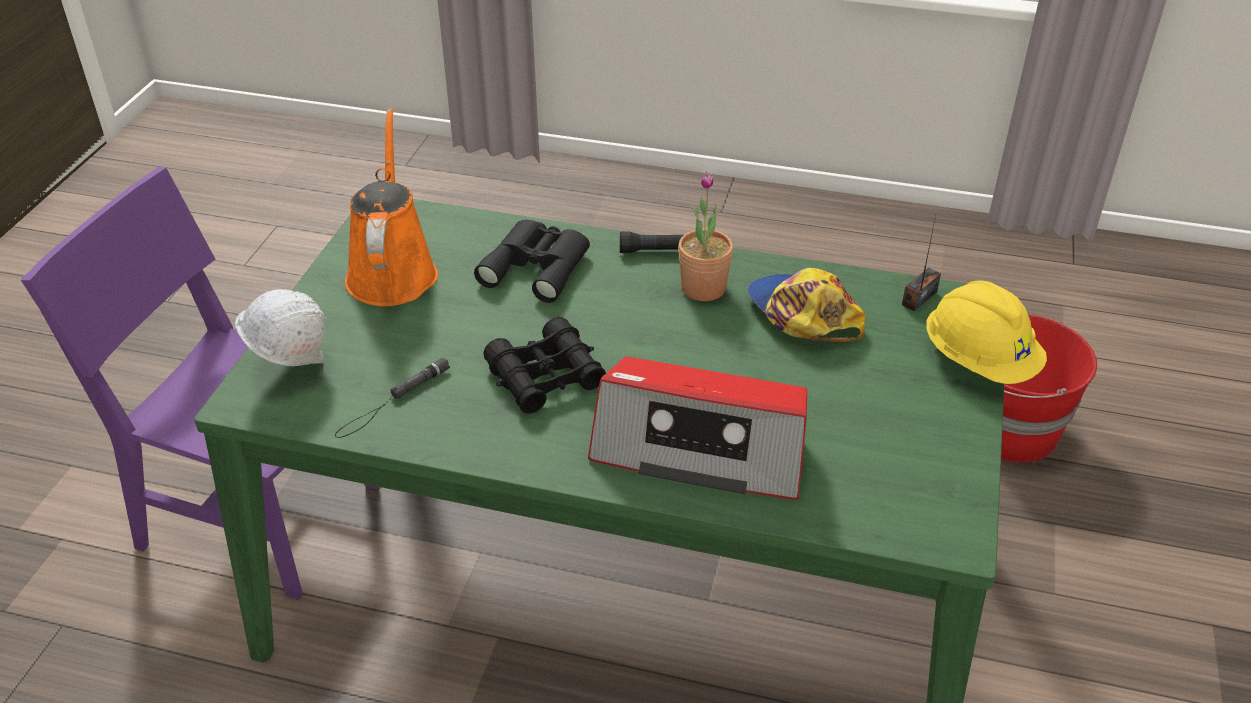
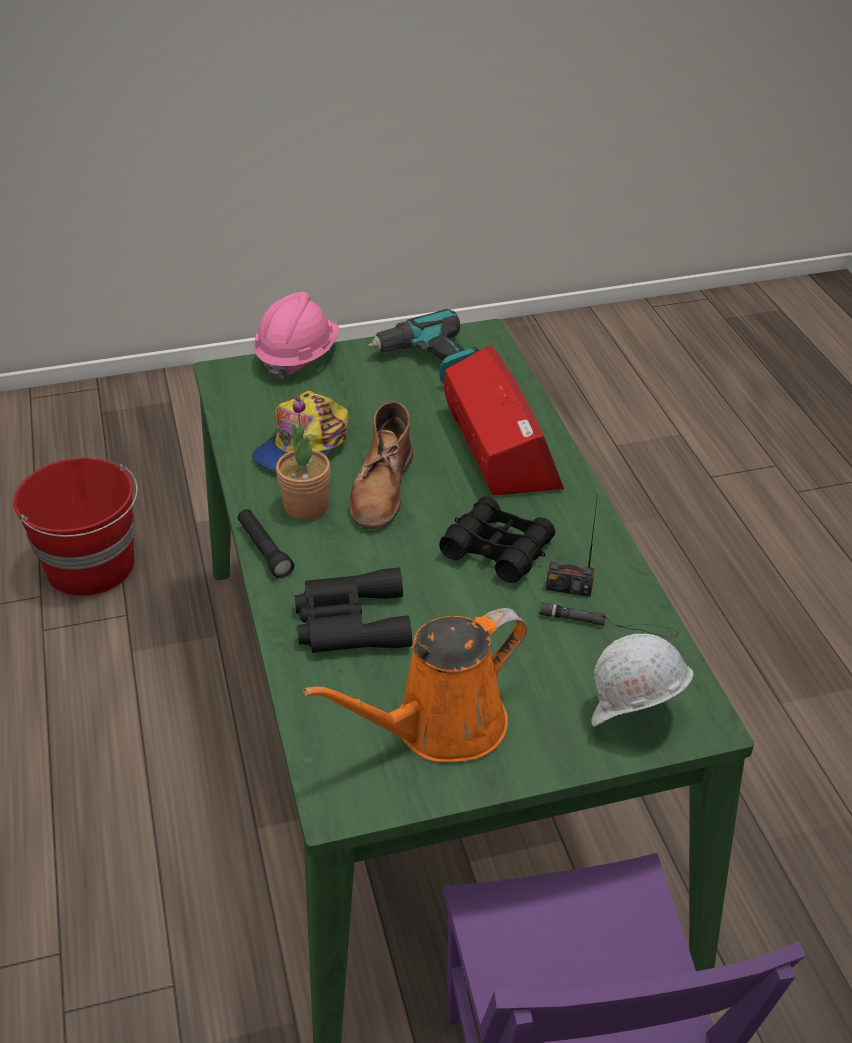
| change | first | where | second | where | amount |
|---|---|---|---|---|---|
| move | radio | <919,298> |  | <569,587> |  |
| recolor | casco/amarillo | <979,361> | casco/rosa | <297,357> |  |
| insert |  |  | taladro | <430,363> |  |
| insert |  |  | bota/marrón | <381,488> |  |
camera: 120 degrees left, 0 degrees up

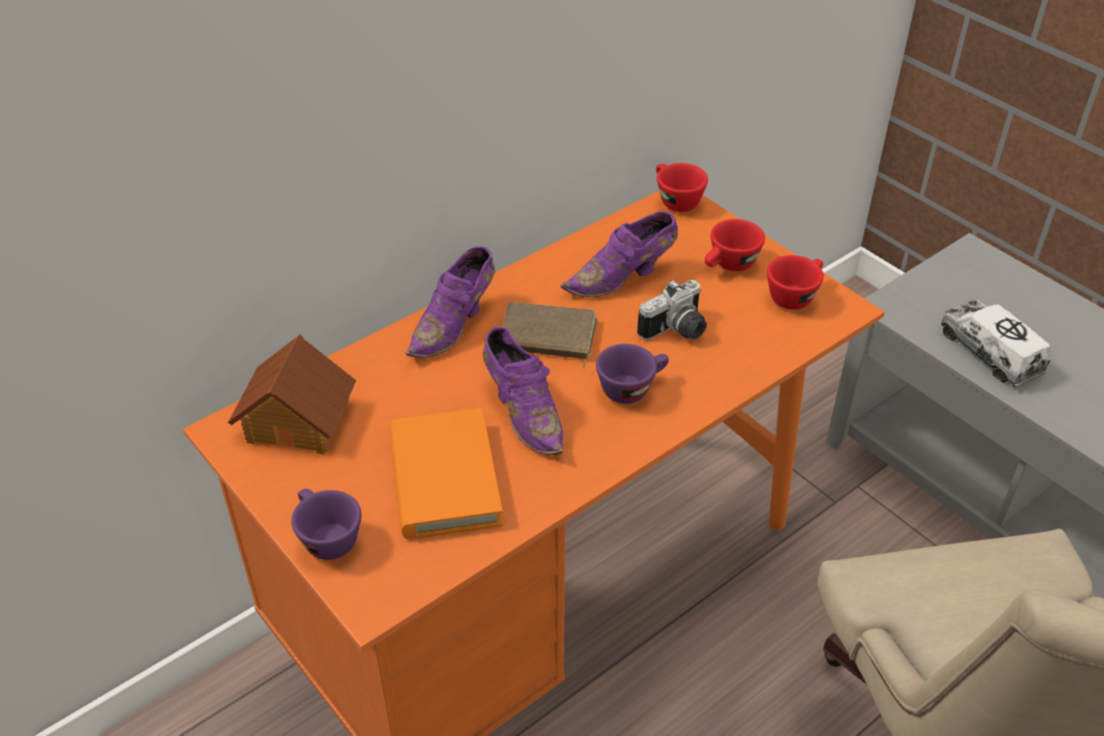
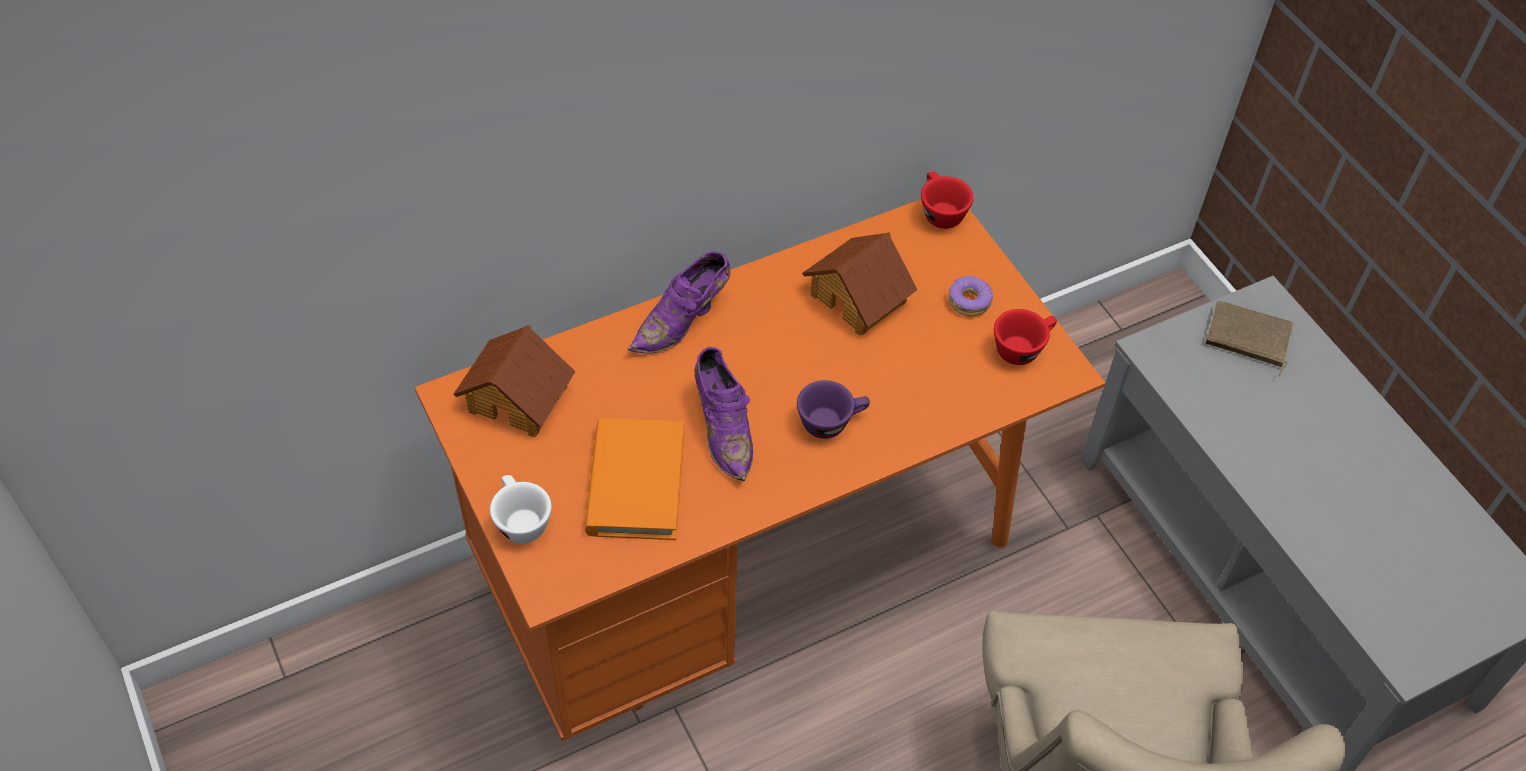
| change | first | where | second | where | amount |
|---|---|---|---|---|---|
| replace | zapato/morado | <623,278> | casita | <859,297> |  |
| replace | taza/rojo | <729,265> | rosquilla | <969,301> |  |
| delete | cámara | <677,331> |  |  |  |
| delete | camión de juguete | <990,353> |  |  |  |
| move | libro/marrón | <547,338> |  | <1247,339> |  |
| recolor | taza/morado | <325,537> | taza/blanco | <520,520> |  |
camera: 10 degrees right, 10 degrees up

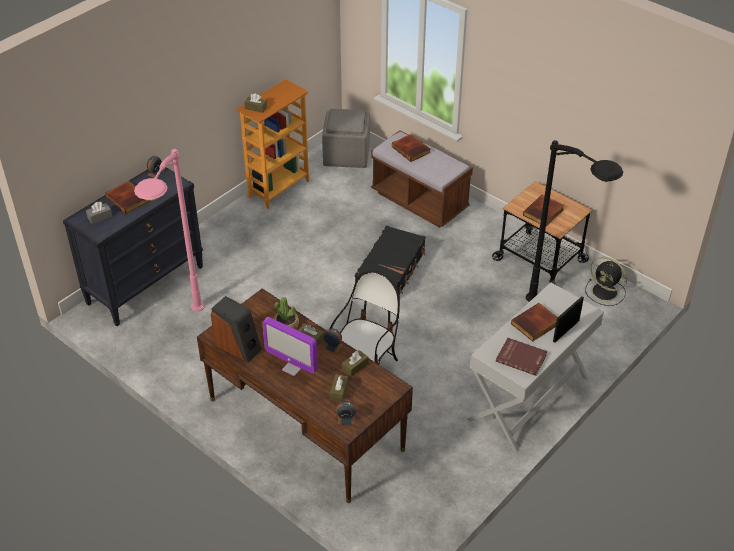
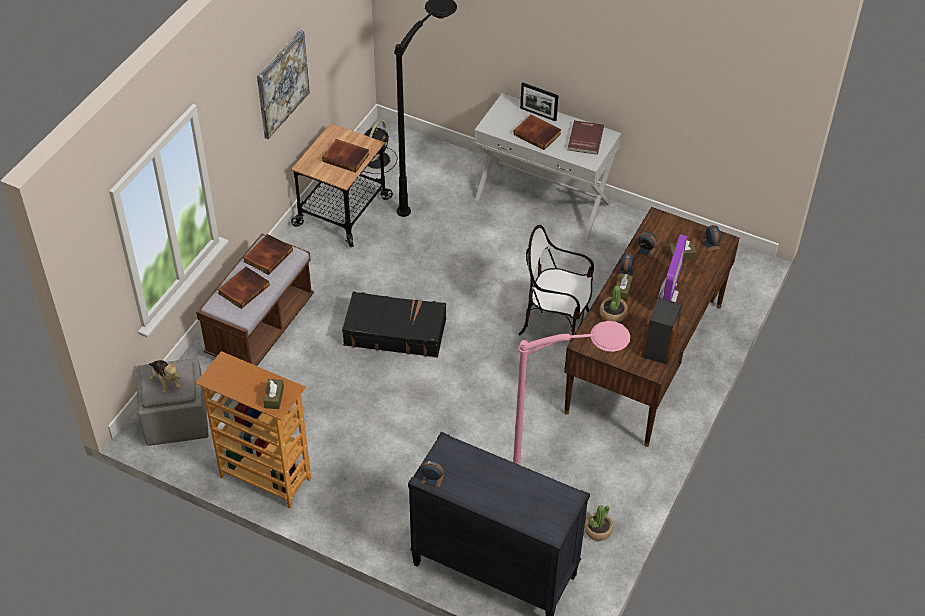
| change | first | where | second | where | amount |
|---|---|---|---|---|---|
| move | libro | <128,199> |  | <267,255> |  |
| delete | caja de pañuelos/gris | <99,217> |  |  |  |
| replace | caja de pañuelos/marrón | <355,366> | despertador | <645,250> |  |
| insert |  |  | cuadro | <282,83> |  |
| insert |  |  | peluche | <165,382> |  |
| insert |  |  | planta en maceta | <598,530> |  |
camera: 105 degrees left, 5 degrees up

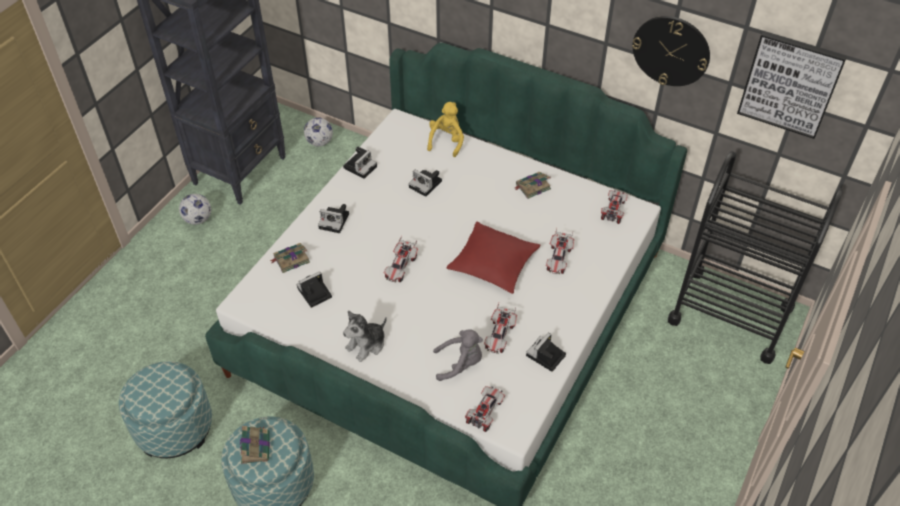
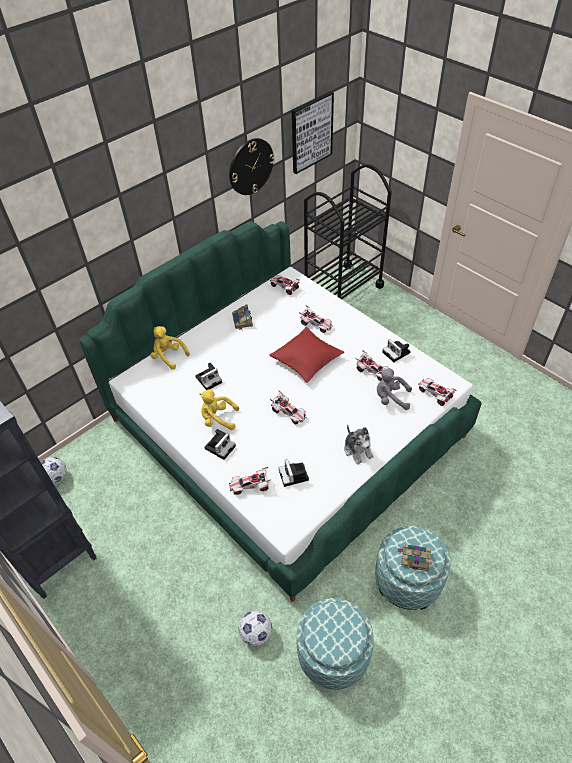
| change | first | where | second | where | amount |
|---|---|---|---|---|---|
| delete | cámara | <360,166> |  |  |  |
| move | balón de fútbol | <198,219> |  | <256,633> |  |
| replace | libro | <291,259> | coche de juguete | <250,486> |  |
| rotate | peluche/gris | <460,364> |  | <391,398> | 90 degrees counterclockwise |
| insert |  |  | peluche/amarillo | <218,419> |  |
camera: 70 degrees left, 0 degrees up

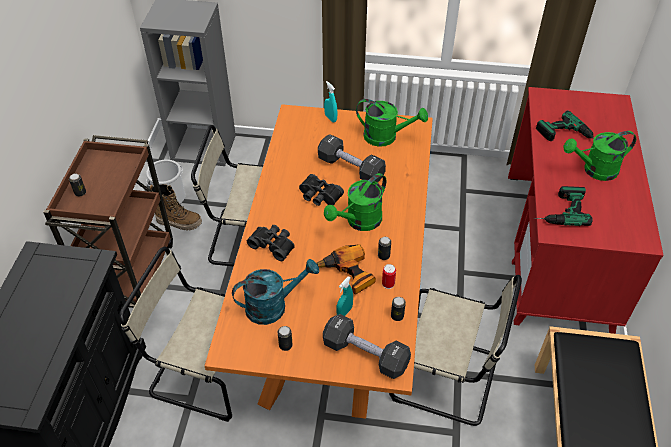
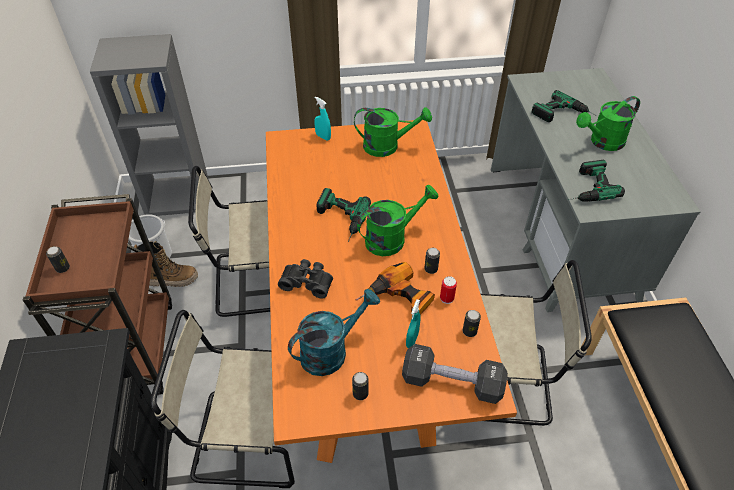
| change | first | where | second | where | amount |
|---|---|---|---|---|---|
| recolor | escritorio/rojo | <558,252> | escritorio/gris | <561,232> |  |
| delete | mancuerna/negro | <351,168> |  |  |  |
| rotate | regadera/verde | <359,222> |  | <392,238> | 150 degrees counterclockwise |
| replace | prismáticos/negro | <319,197> | taladro | <339,220> |  |
camera: 15 degrees left, 0 degrees up

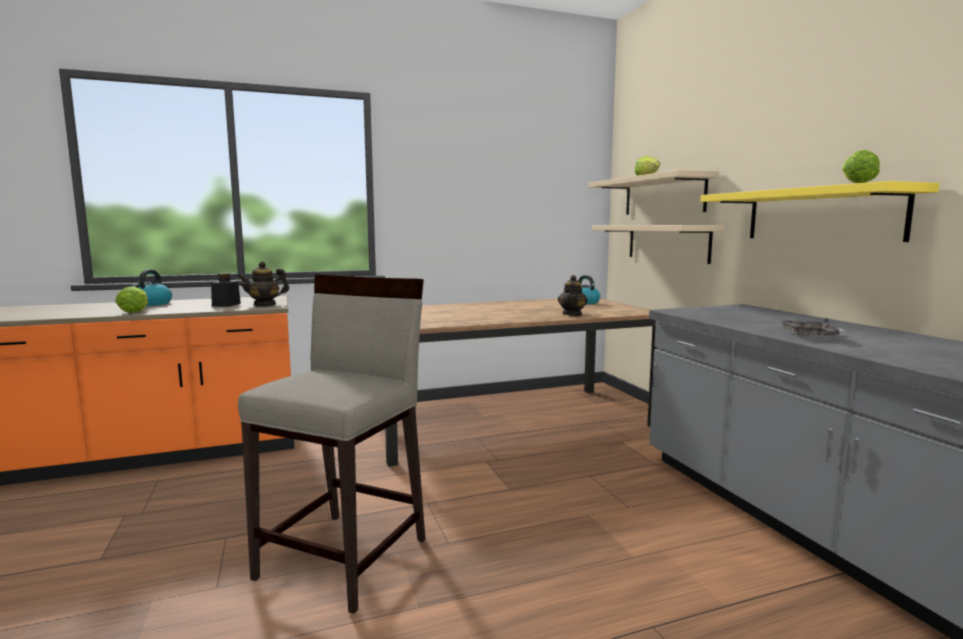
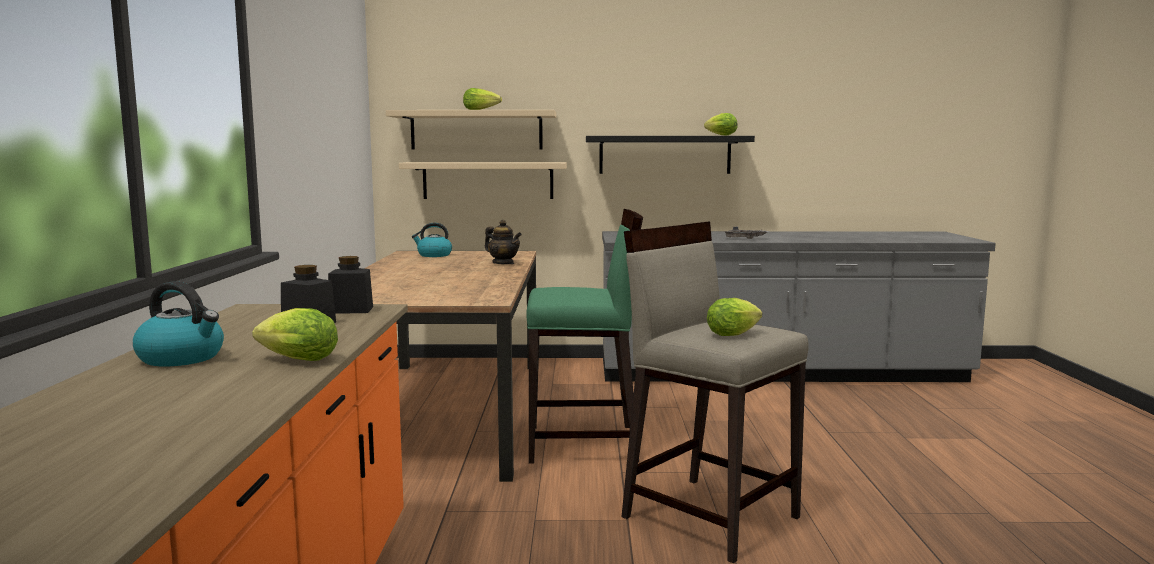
| change | first | where | second | where | amount |
|---|---|---|---|---|---|
| recolor | estante/amarillo | <821,215> | estante/negro | <665,155> |  |
| replace | tetera | <265,305> | tarro/negro | <351,310> |  |
| insert |  |  | taburete/verde | <584,444> |  |
| insert |  |  | lechuga | <735,334> |  |
camera: 70 degrees left, 0 degrees up

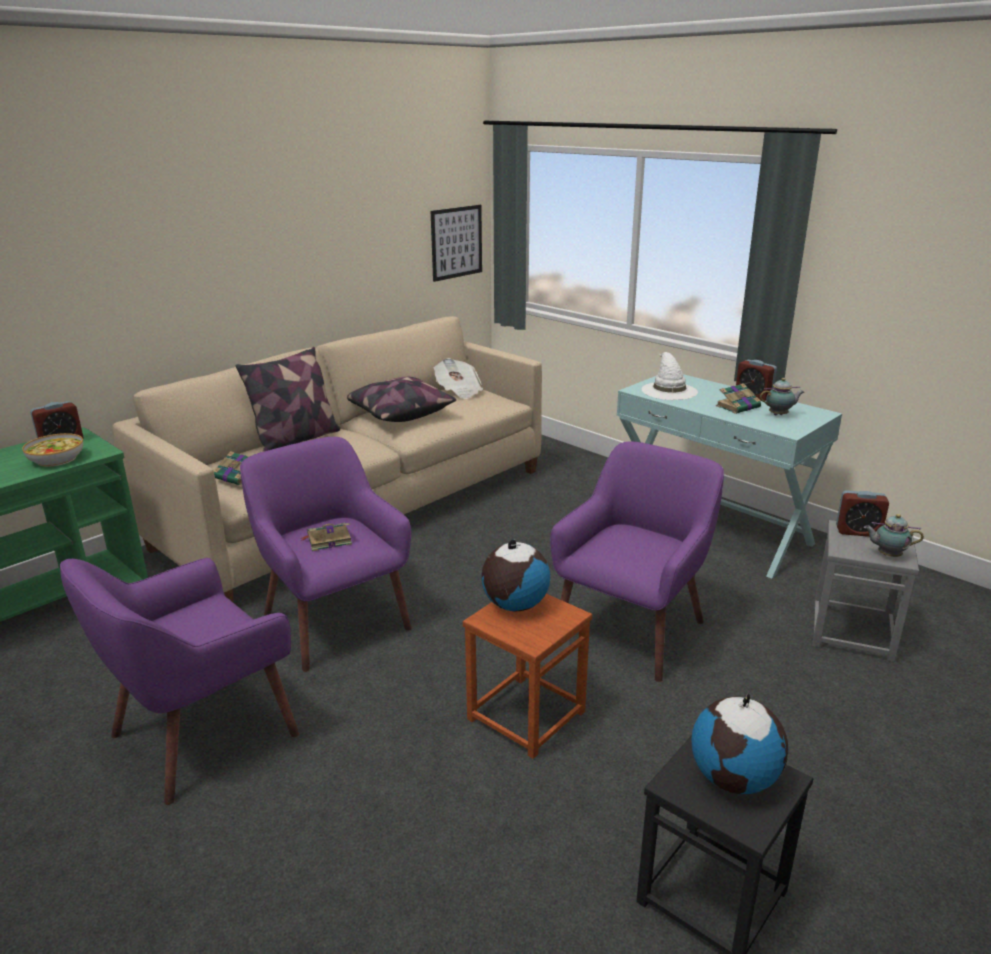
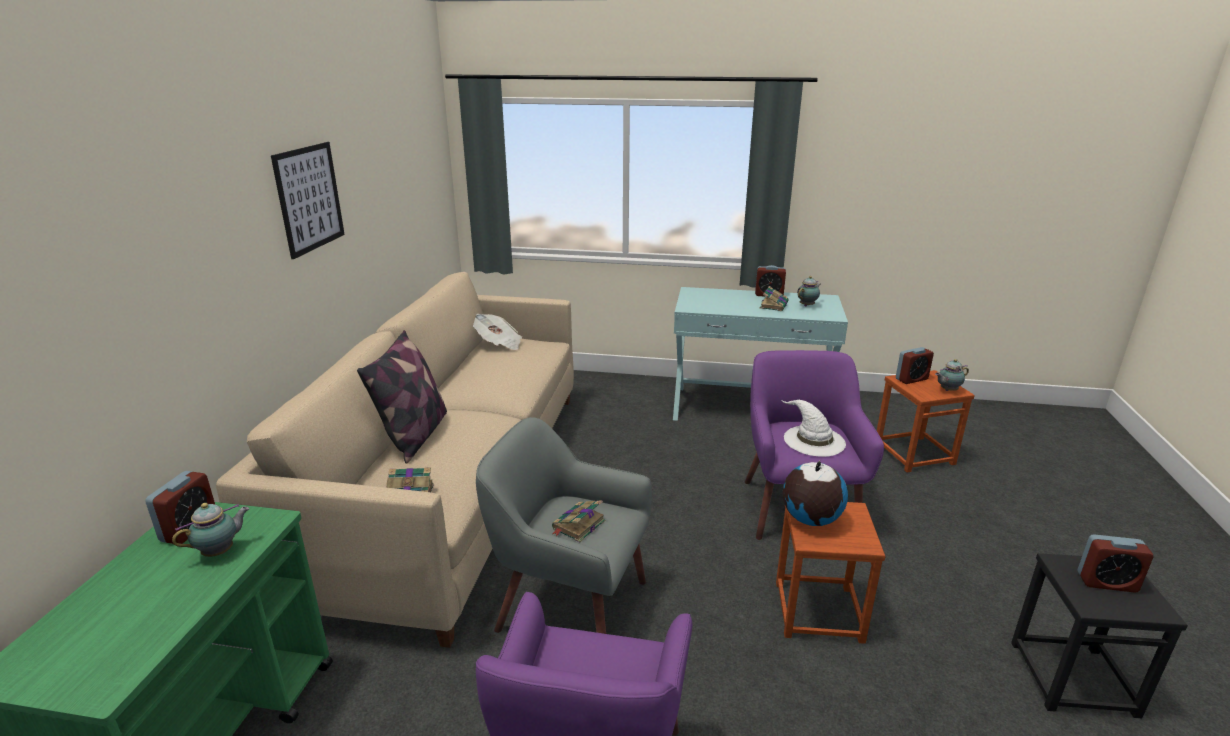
| change | first | where | second | where | amount |
|---|---|---|---|---|---|
| move | cuadro | <456,242> |  | <309,198> |  |
| move | sombrero/blanco | <668,390> |  | <813,440> |  |
| delete | cojín | <398,413> |  |  |  |
| replace | cuenco | <56,459> | tetera | <221,551> |  |
| recolor | sillón/morado | <333,621> | sillón/gris | <570,606> |  |
| recolor | taburete/gris | <852,632> | taburete/marrón | <914,453> |  |
| replace | globo terráqueo | <734,779> | despertador | <1106,582> |  |
camera: 35 degrees left, 0 degrees up

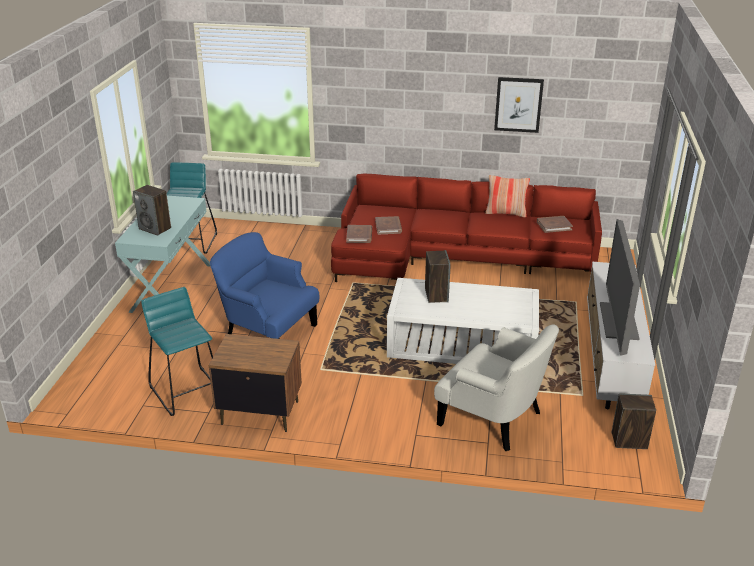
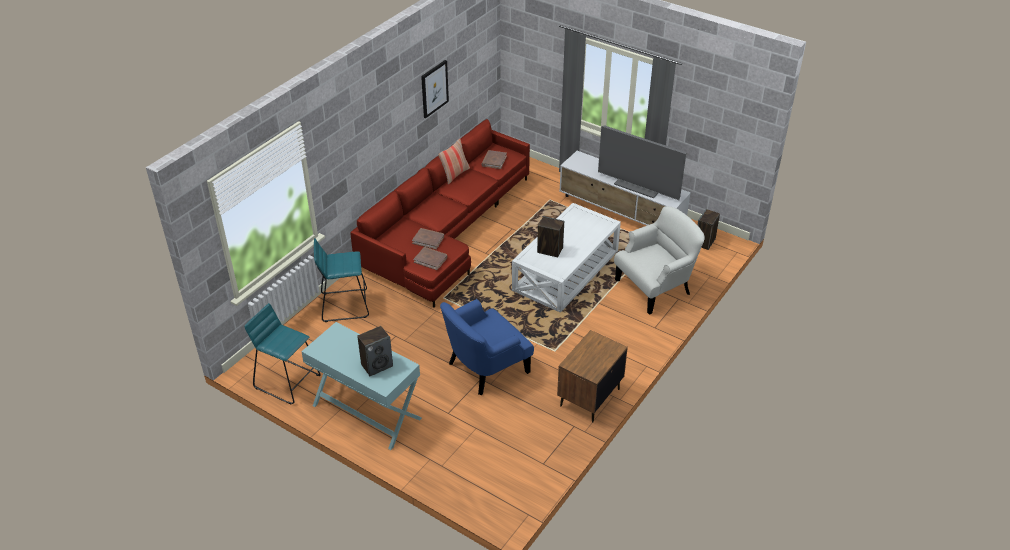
| change | first | where | second | where | amount |
|---|---|---|---|---|---|
| move | taburete/turquesa | <187,391> |  | <344,305> |  |
camera: 65 degrees left, 10 degrees up

